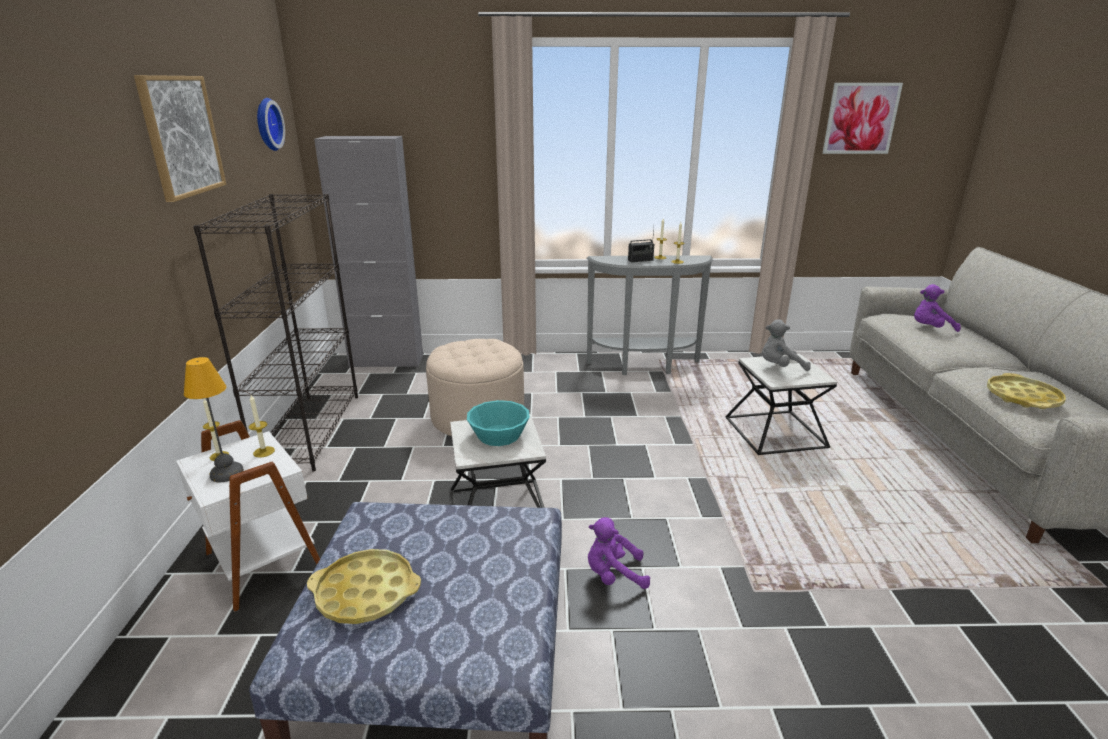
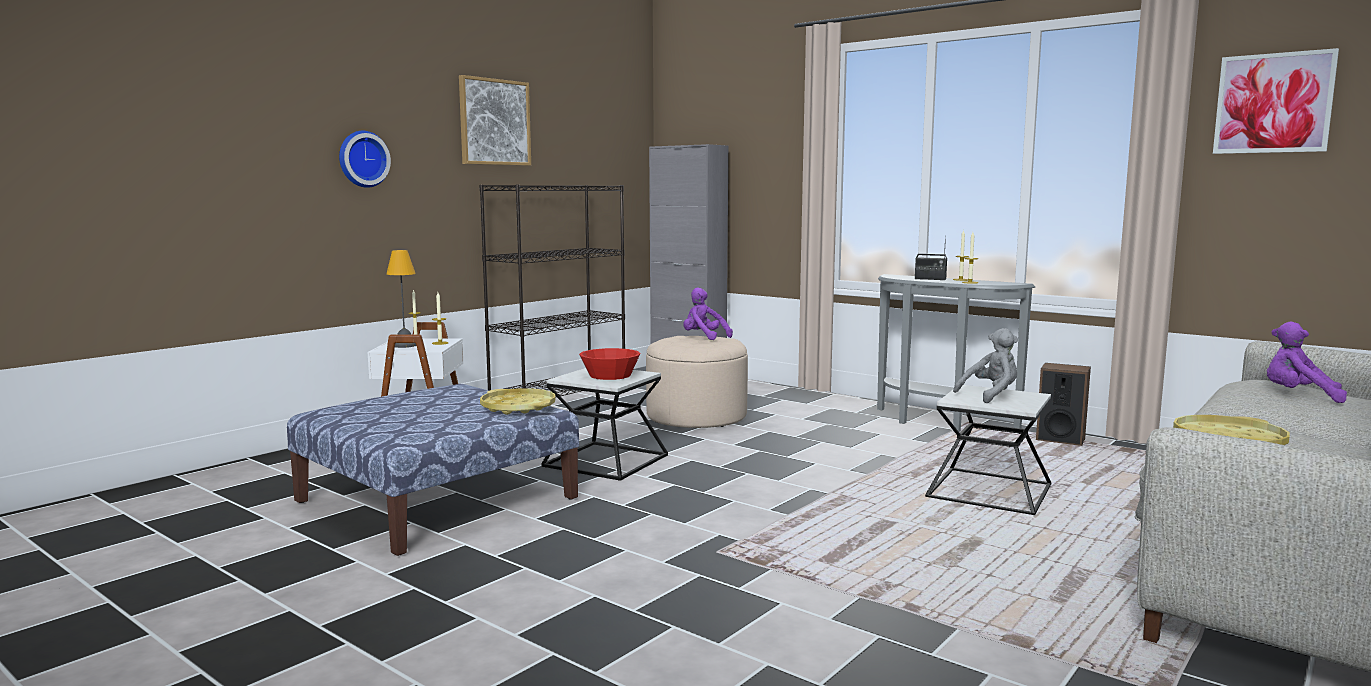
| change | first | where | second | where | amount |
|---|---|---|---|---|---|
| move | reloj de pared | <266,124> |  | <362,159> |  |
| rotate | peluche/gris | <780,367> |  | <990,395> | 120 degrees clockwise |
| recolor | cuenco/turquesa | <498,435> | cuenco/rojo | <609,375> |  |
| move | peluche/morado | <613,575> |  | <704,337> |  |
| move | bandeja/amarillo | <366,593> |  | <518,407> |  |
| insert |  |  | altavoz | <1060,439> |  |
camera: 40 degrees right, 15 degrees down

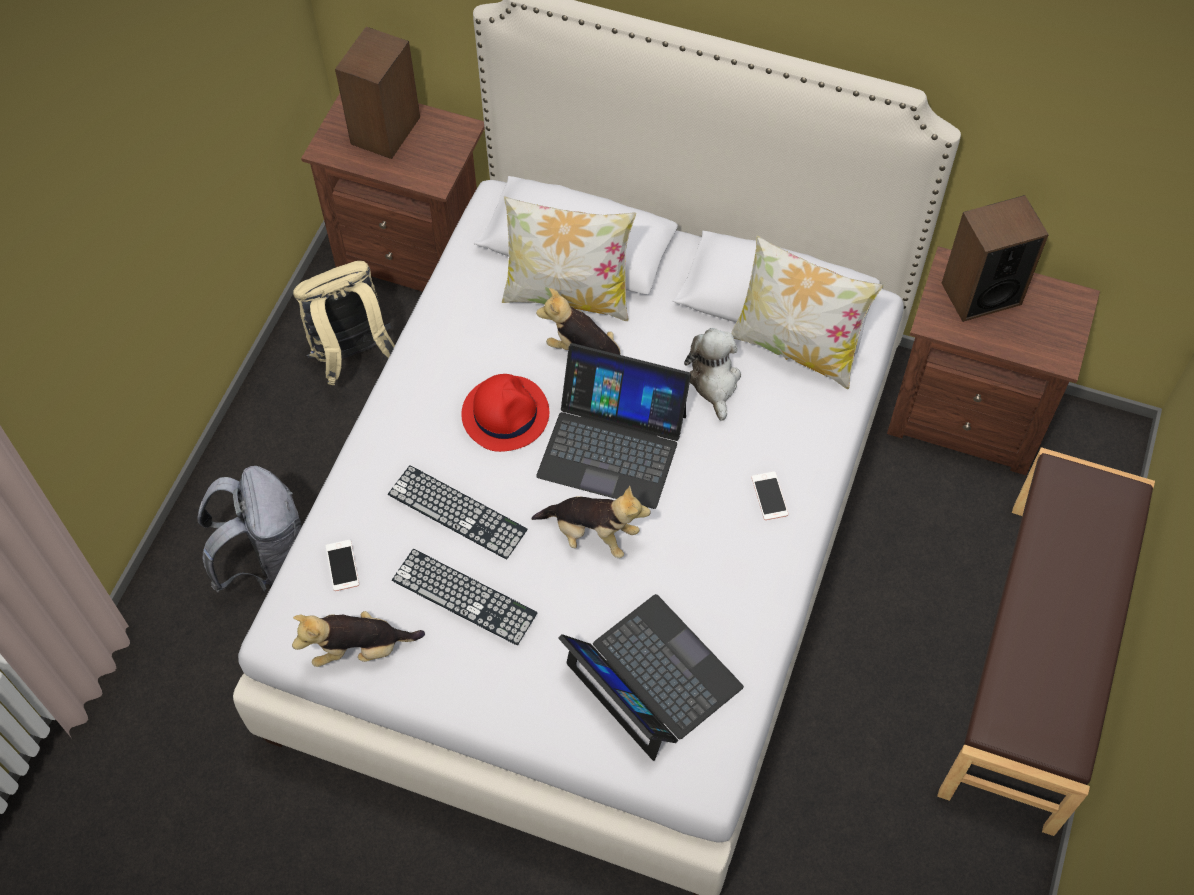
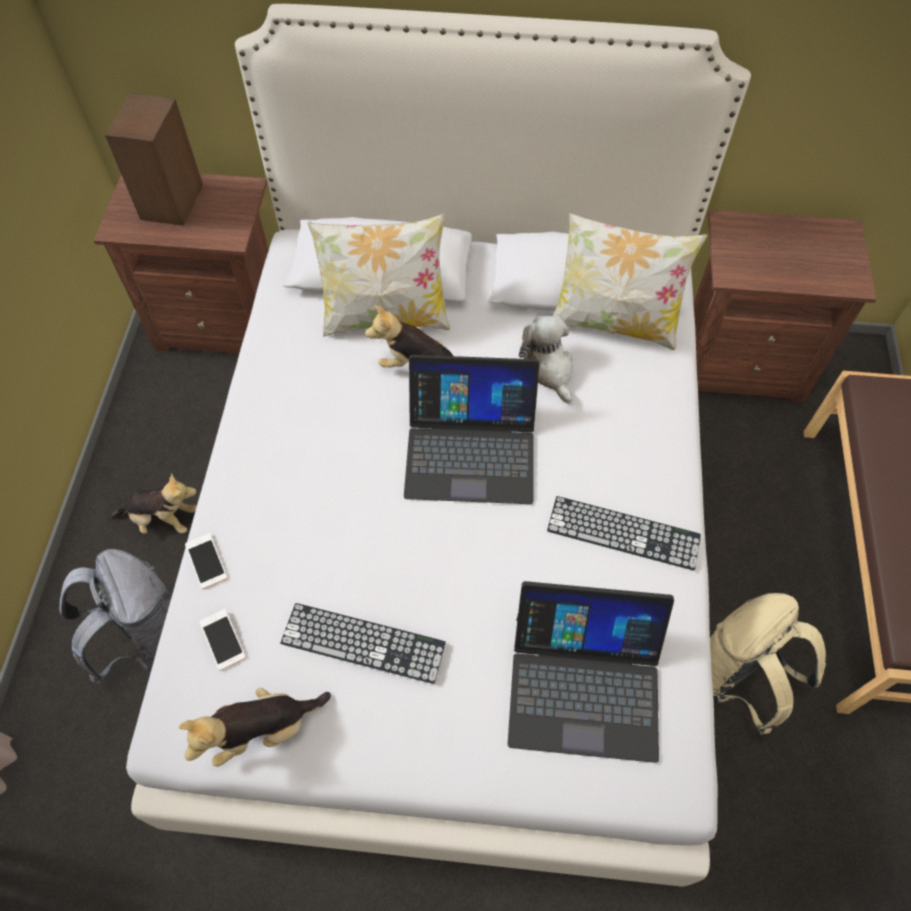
| change | first | where | second | where | amount |
|---|---|---|---|---|---|
| delete | altavoz | <980,293> |  |  |  |
| move | mochila/beis | <352,356> |  | <737,679> |  |
| delete | sombrero/rojo | <505,413> |  |  |  |
| move | teclado | <457,512> |  | <623,533> |  |
| move | móvil | <769,496> |  | <206,561> |  |
| move | peluche | <592,534> |  | <162,519> |  |
| rotate | portátil | <651,678> |  | <584,684> | 150 degrees clockwise |
camera: 15 degrees left, 0 degrees up

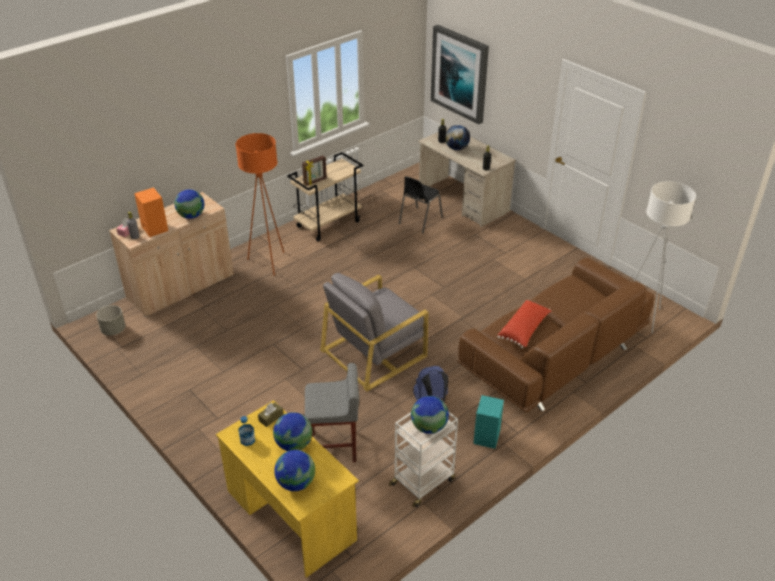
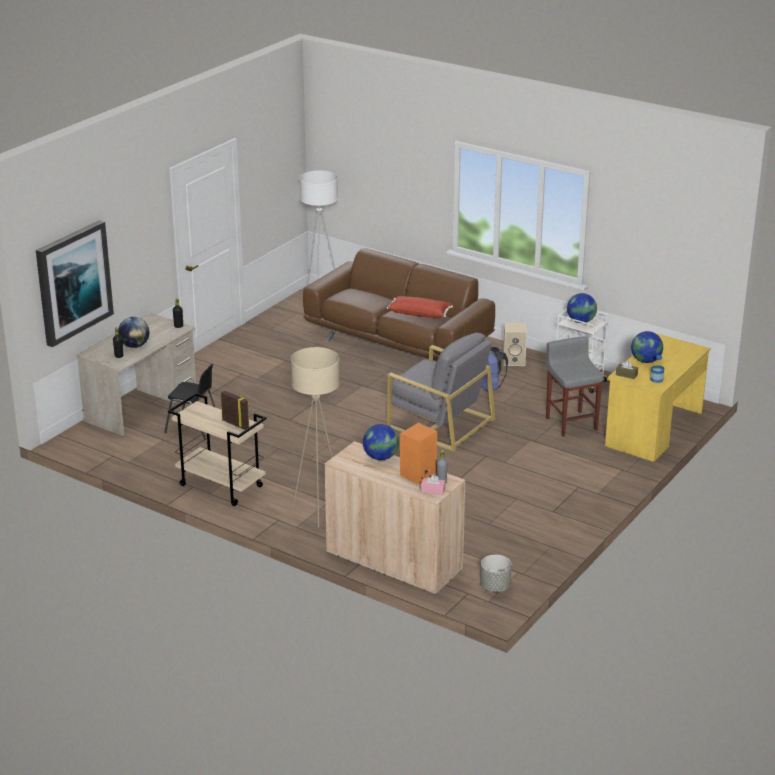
| change | first | where | second | where | amount |
|---|---|---|---|---|---|
| recolor | lámpara de pie/naranja | <268,262> | lámpara de pie/beis | <318,511> |  |
| recolor | altavoz/turquesa | <487,437> | altavoz/beis | <514,361> |  |
| delete | globo terráqueo | <296,483> |  |  |  |
camera: 105 degrees left, 10 degrees down

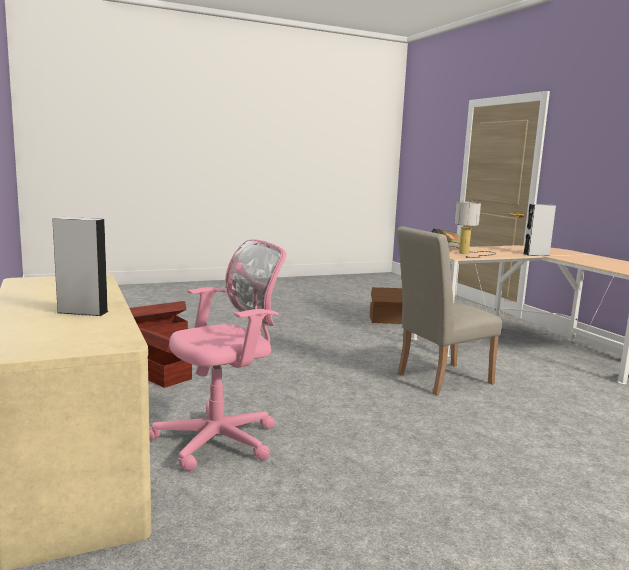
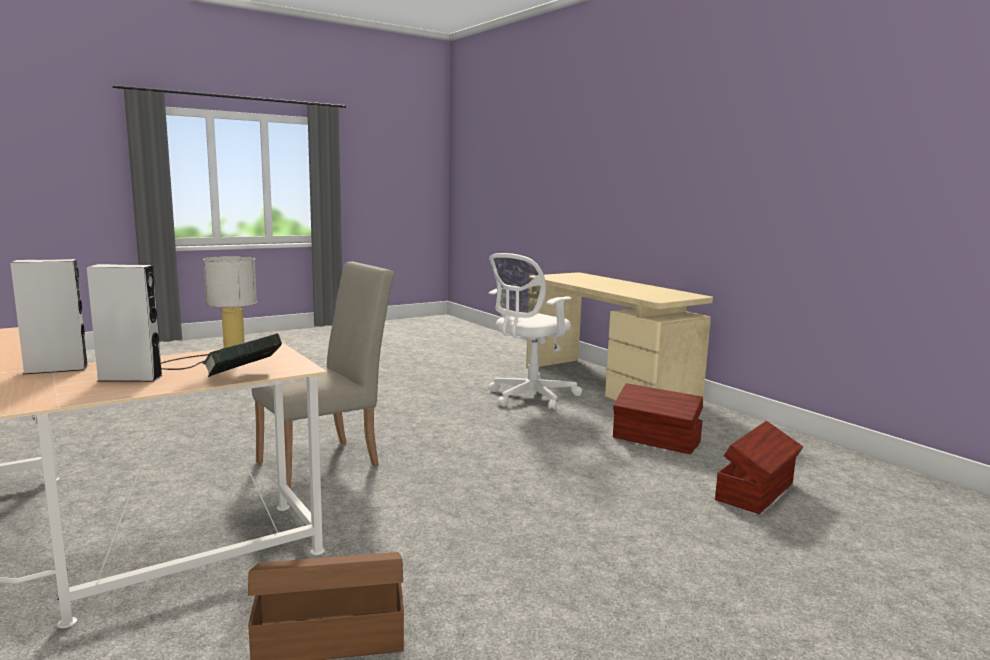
| change | first | where | second | where | amount |
|---|---|---|---|---|---|
| move | altavoz/gris | <82,312> |  | <130,378> |  |
| recolor | silla de oficina/rosa | <222,439> | silla de oficina/blanco | <529,397> |  |
camera: 170 degrees right, 0 degrees up

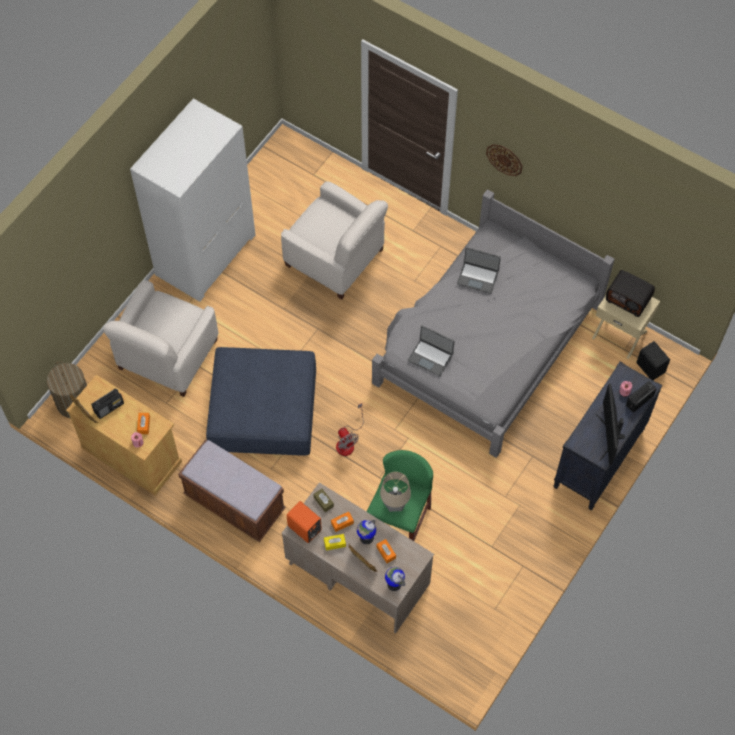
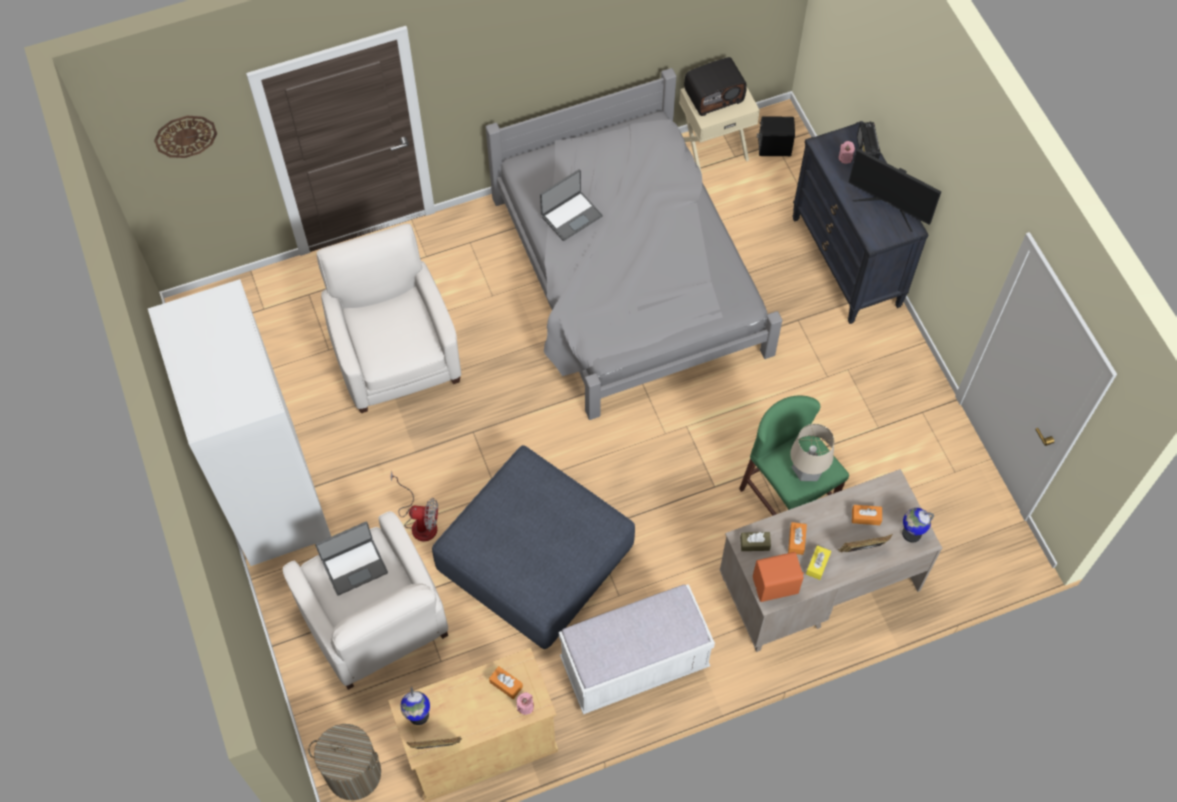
| change | first | where | second | where | amount |
|---|---|---|---|---|---|
| move | reloj de pared | <504,159> |  | <185,136> |  |
| rotate | sillón/blanco | <335,258> |  | <395,355> | 90 degrees counterclockwise |
| move | portátil | <430,357> |  | <354,566> |  |
| delete | radio | <109,407> |  |  |  |
| move | ventilador | <348,441> |  | <419,521> |  |
| recolor | banco/marrón | <234,503> | banco/blanco | <634,664> |  |
| move | globo terráqueo | <366,537> |  | <418,715> |  |
camera: 55 degrees left, 0 degrees up

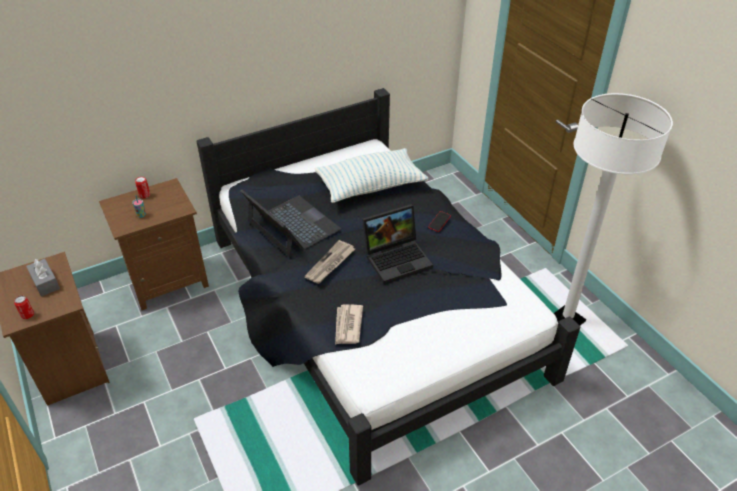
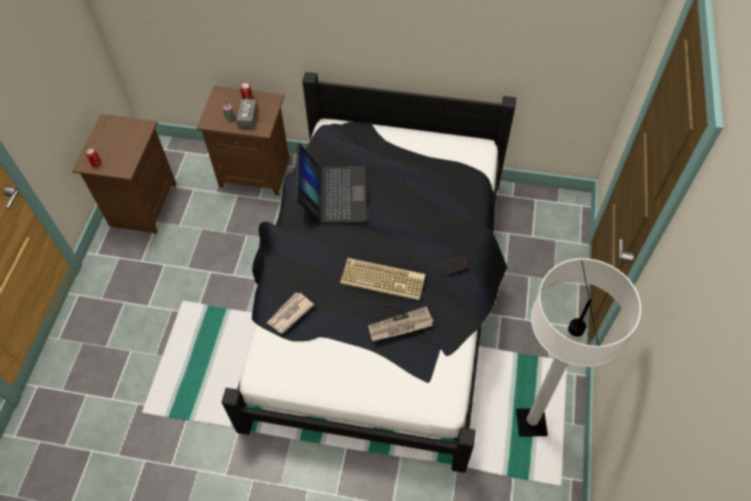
| change | first | where | second | where | amount |
|---|---|---|---|---|---|
| delete | cojín | <370,186> |  |  |  |
| replace | portátil | <398,258> | teclado | <383,278> |  |
| move | periódico | <330,264> |  | <400,326> |  |
| move | caja de pañuelos/gris | <45,282> |  | <248,118> |  |
camera: 40 degrees right, 15 degrees up

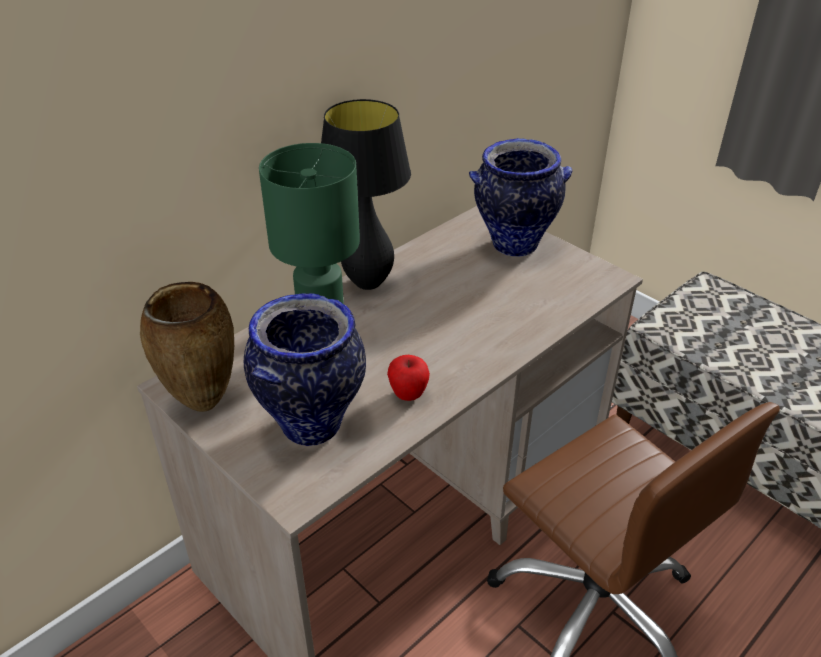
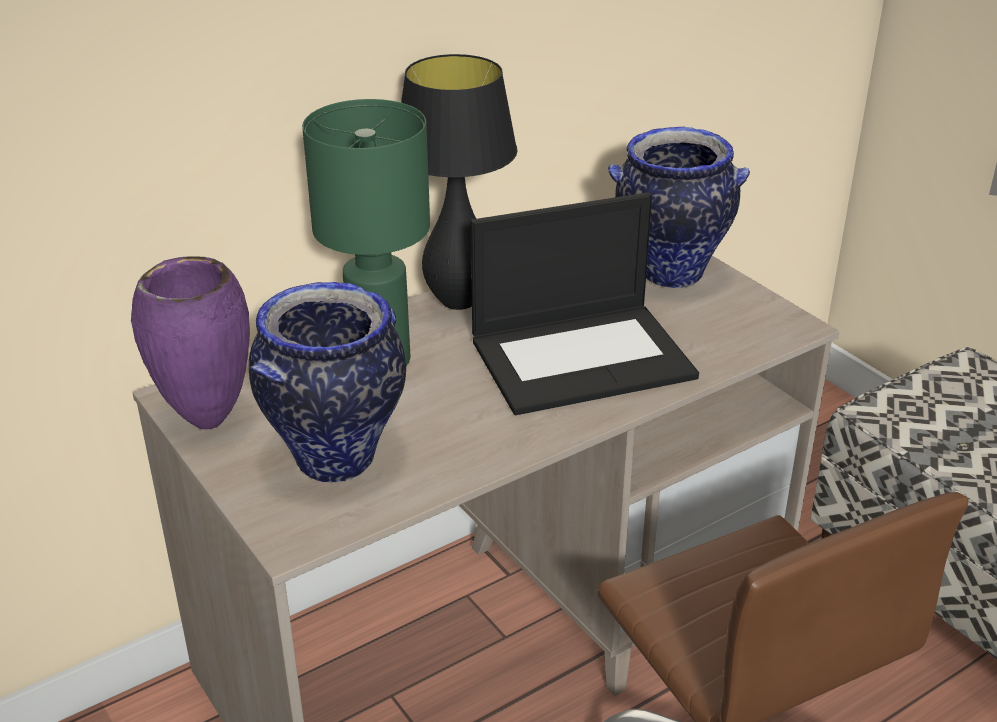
| change | first | where | second | where | amount |
|---|---|---|---|---|---|
| recolor | florero/marrón | <202,405> | florero/morado | <206,422> |  |
| delete | manzana | <408,394> |  |  |  |
| insert |  |  | portátil | <583,357> |  |
camera: 10 degrees right, 5 degrees down

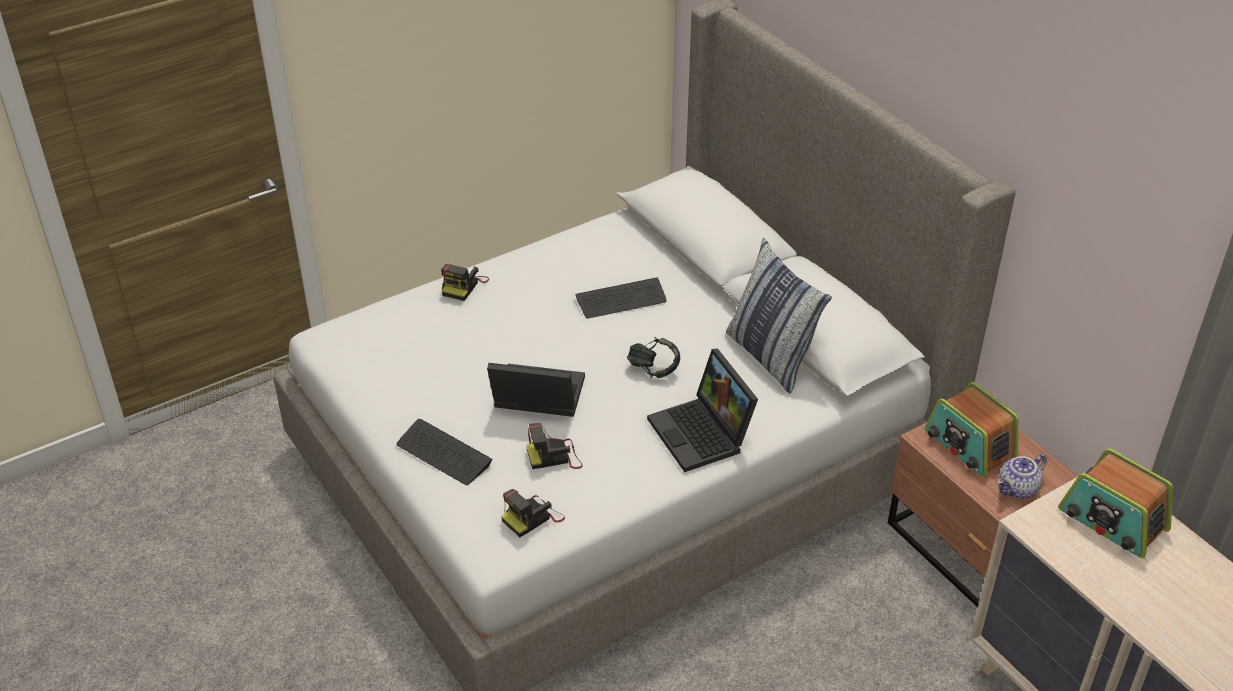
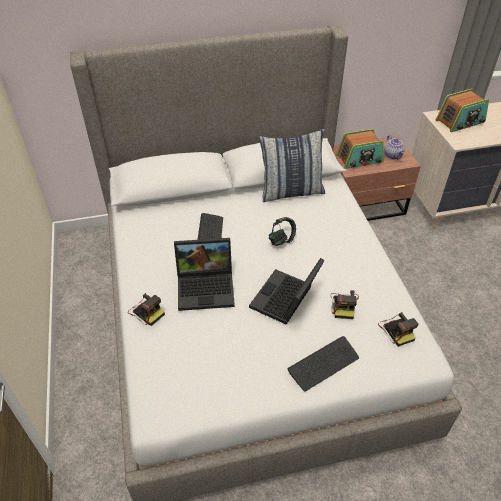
| change | first | where | second | where | amount |
|---|---|---|---|---|---|
| move | portátil | <703,434> |  | <207,287> |  |
camera: 70 degrees left, 5 degrees up

